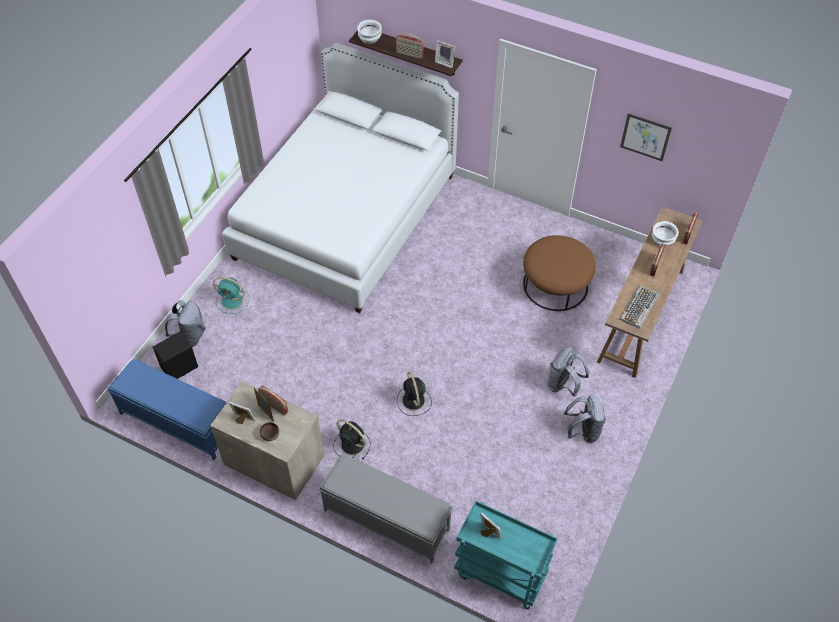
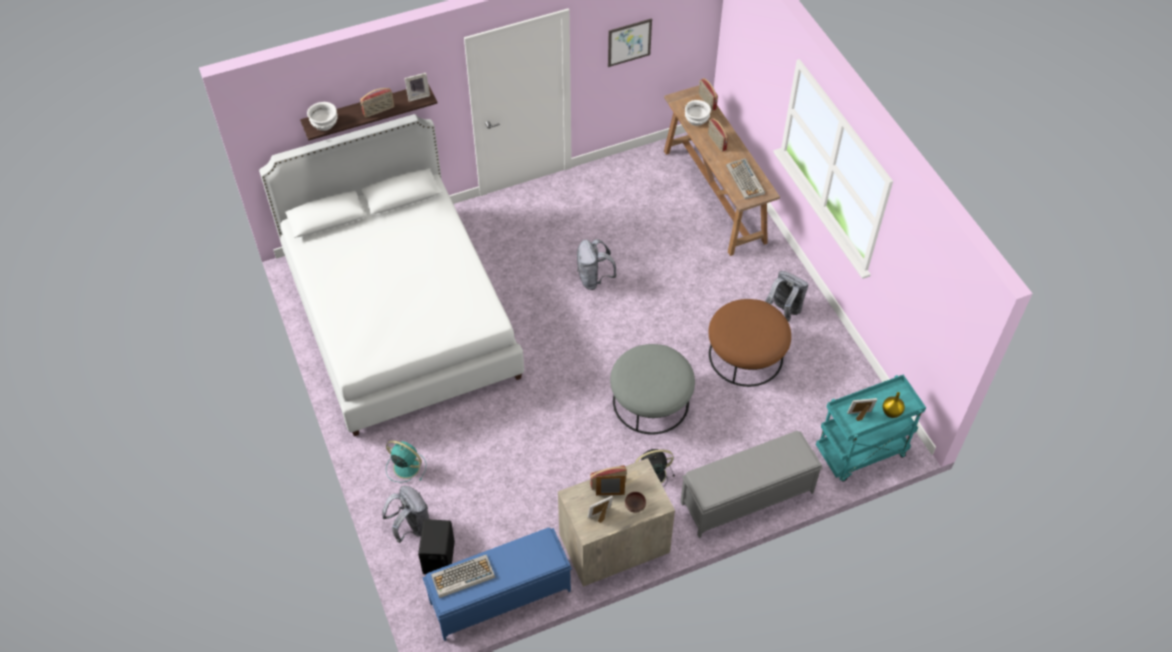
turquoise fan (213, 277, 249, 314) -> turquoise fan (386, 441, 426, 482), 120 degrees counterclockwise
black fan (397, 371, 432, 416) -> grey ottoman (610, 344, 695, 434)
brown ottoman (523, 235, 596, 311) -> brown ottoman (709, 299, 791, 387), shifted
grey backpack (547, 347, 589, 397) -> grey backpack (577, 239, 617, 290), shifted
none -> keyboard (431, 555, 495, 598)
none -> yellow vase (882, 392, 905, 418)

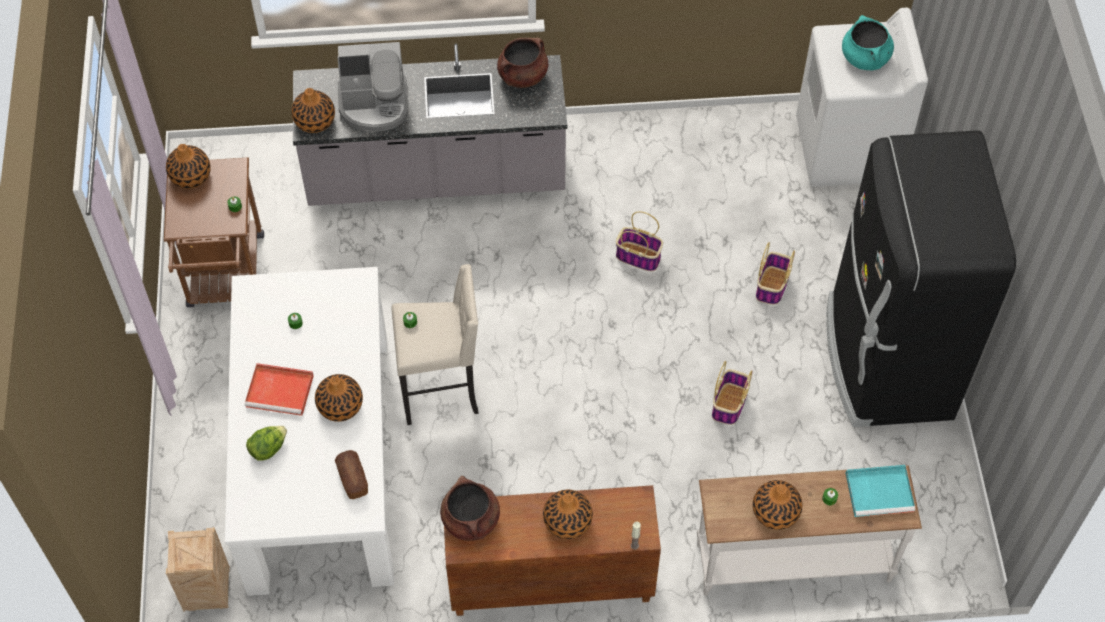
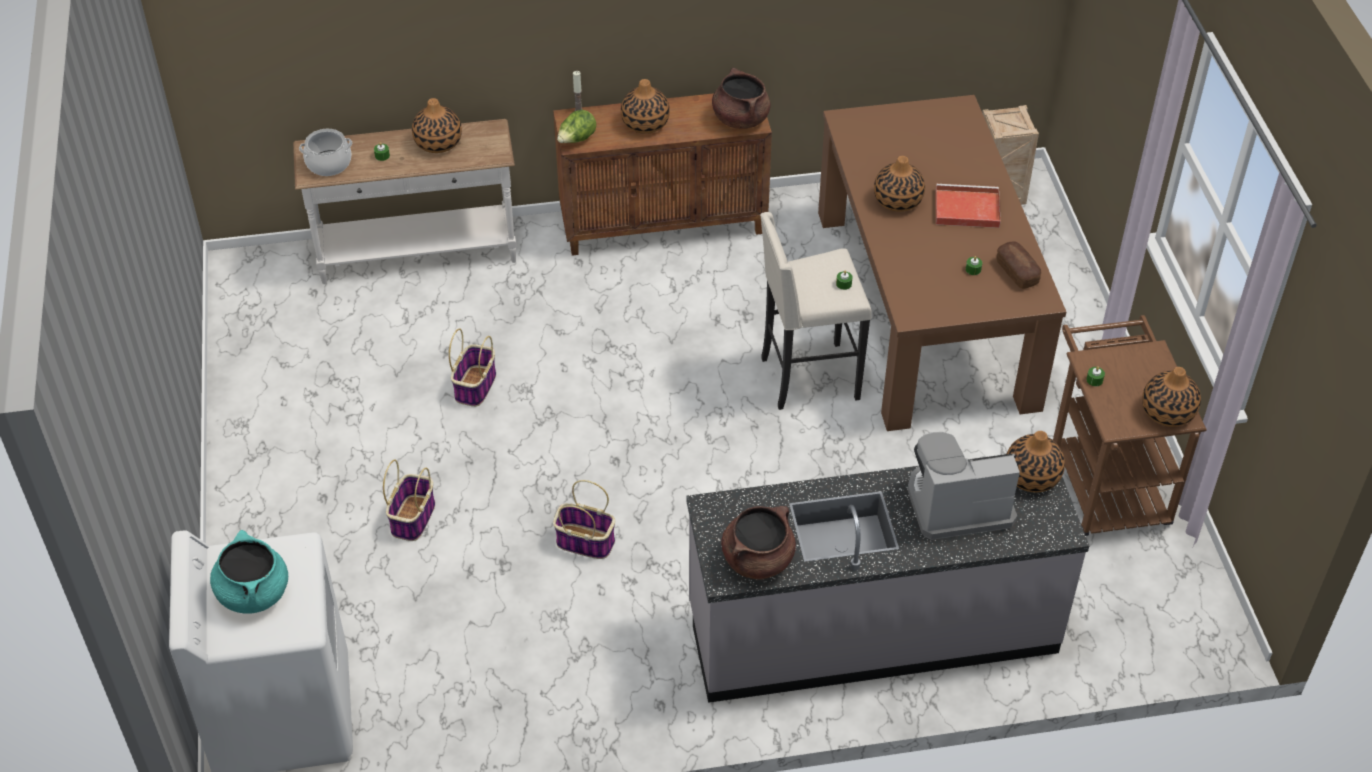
white dining table (225, 267, 394, 596) -> brown dining table (818, 95, 1066, 431)
lettuce (246, 426, 287, 460) -> lettuce (557, 110, 596, 143), shifted
bread (335, 450, 368, 499) -> bread (997, 241, 1041, 289), shifted
black fridge (826, 130, 1016, 427) -> none
turquoise tray (845, 465, 915, 517) -> cooking pot (299, 129, 352, 176)

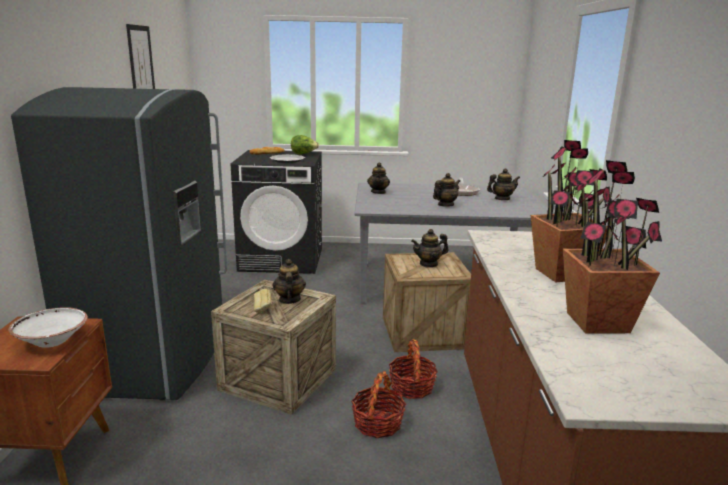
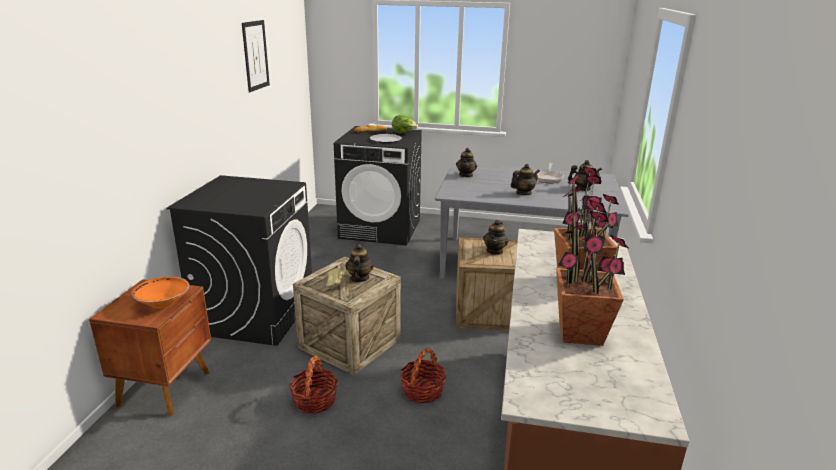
white bowl (8, 307, 88, 348) -> orange bowl (131, 277, 190, 308)
grey fridge (11, 87, 228, 401) -> black washing machine (166, 175, 312, 346)
basket (389, 339, 438, 399) -> basket (289, 355, 338, 414), shifted
teapot (411, 229, 448, 268) -> teapot (483, 220, 508, 255), 60 degrees counterclockwise

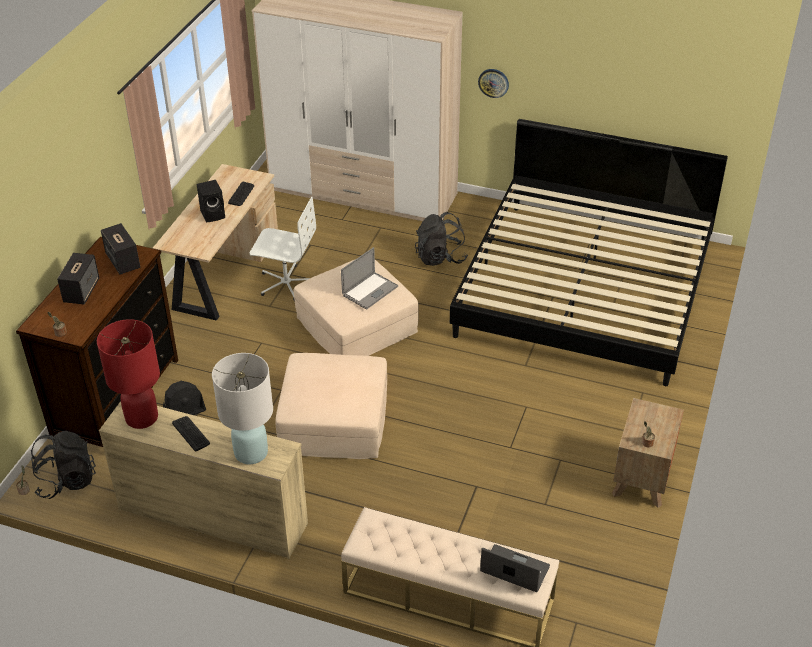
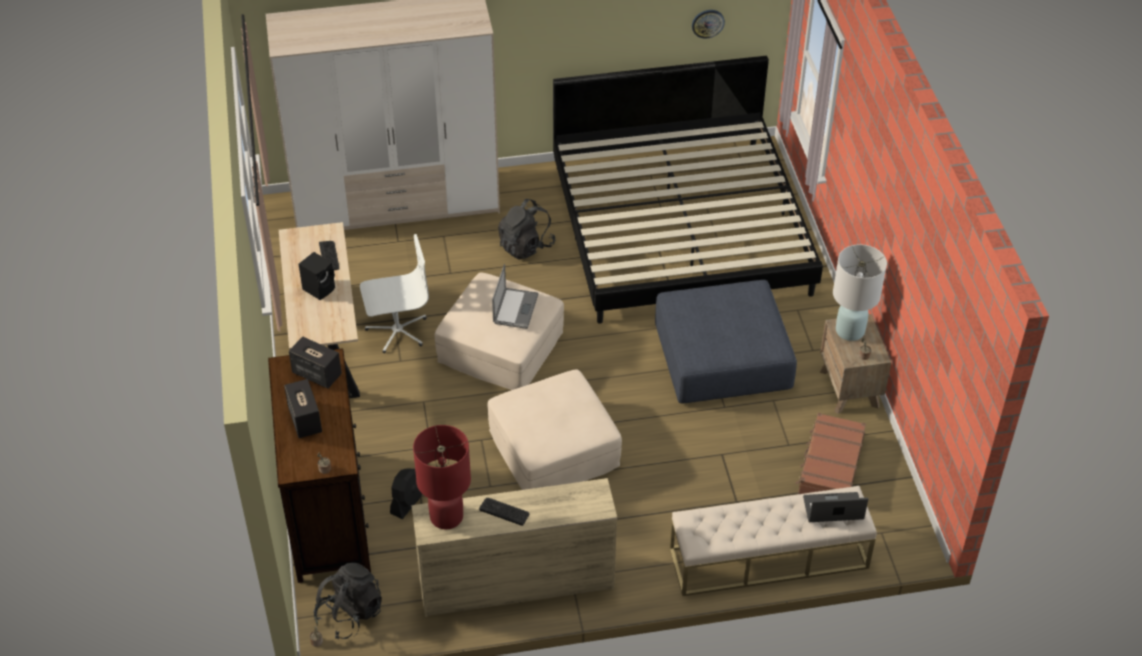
white table lamp (212, 353, 273, 464) -> white table lamp (833, 244, 887, 341), shifted
wall clock (478, 69, 509, 98) -> wall clock (692, 10, 725, 39), shifted
none -> blue ottoman (655, 280, 797, 403)
none -> brown suitcase (796, 413, 866, 494)

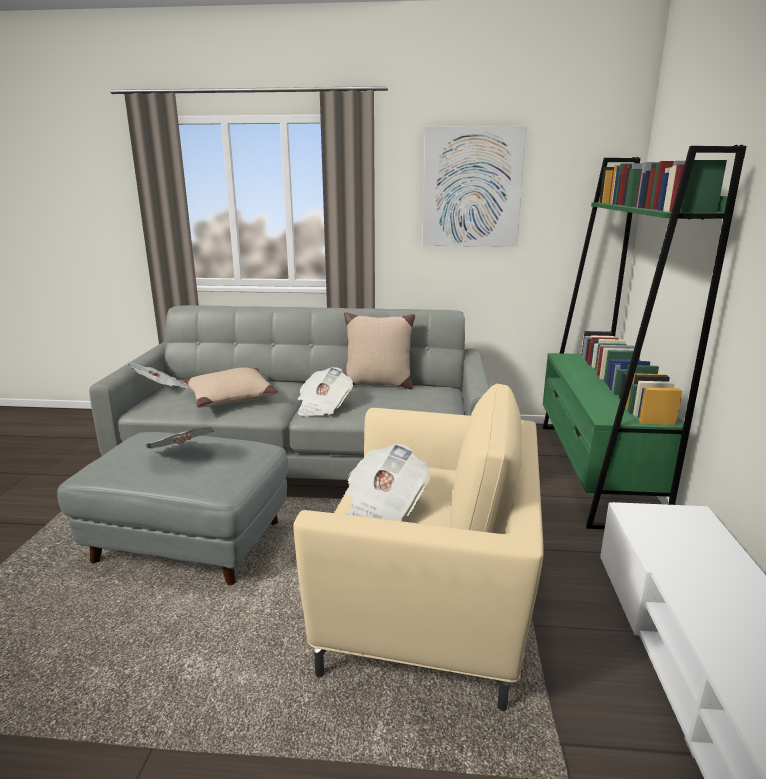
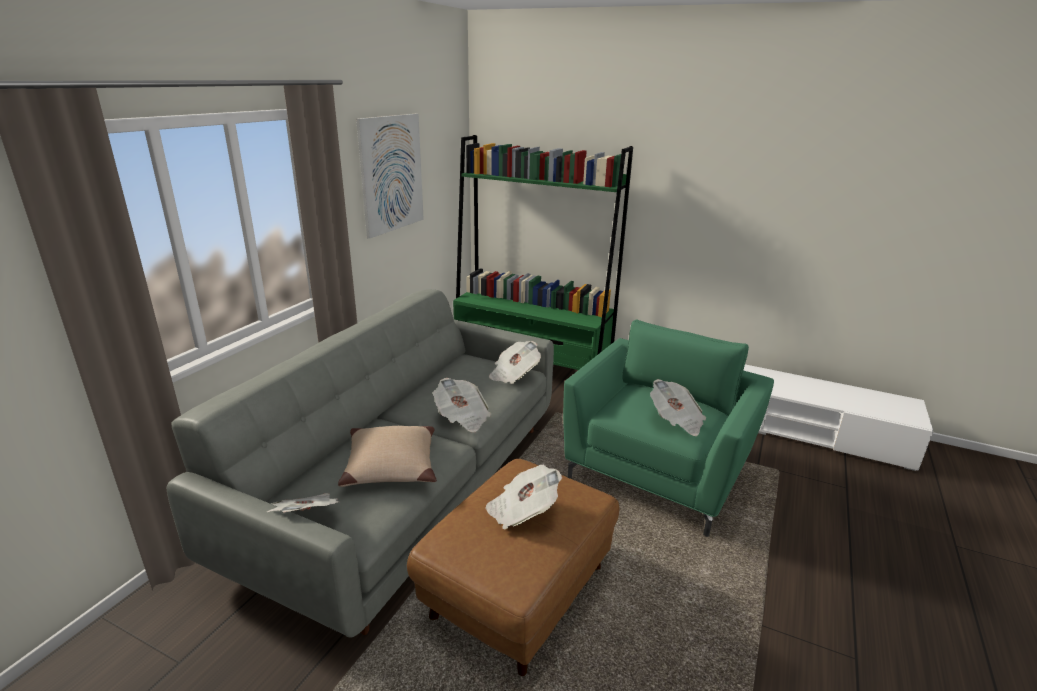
grey ottoman (57, 432, 289, 585) -> brown ottoman (407, 459, 620, 676)
beige armchair (293, 383, 544, 711) -> green armchair (563, 320, 774, 537)
beige pillow (344, 312, 415, 389) -> none
none -> newspaper (489, 341, 541, 384)

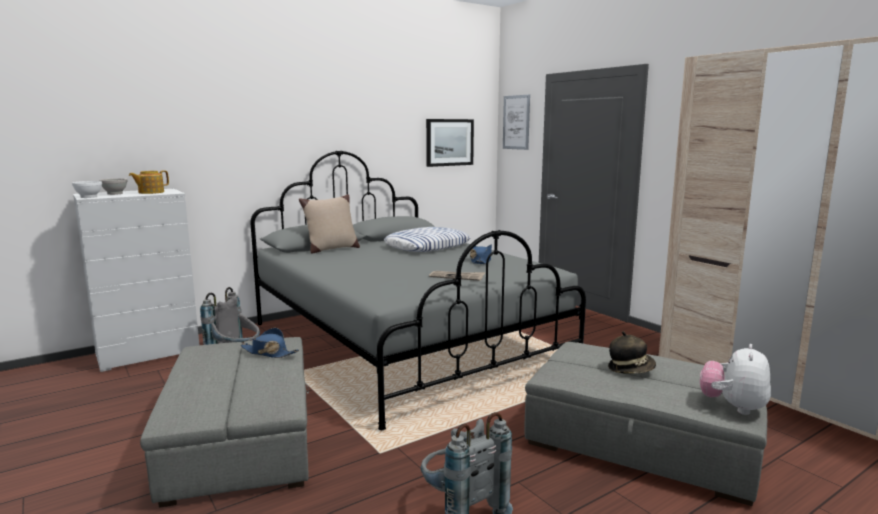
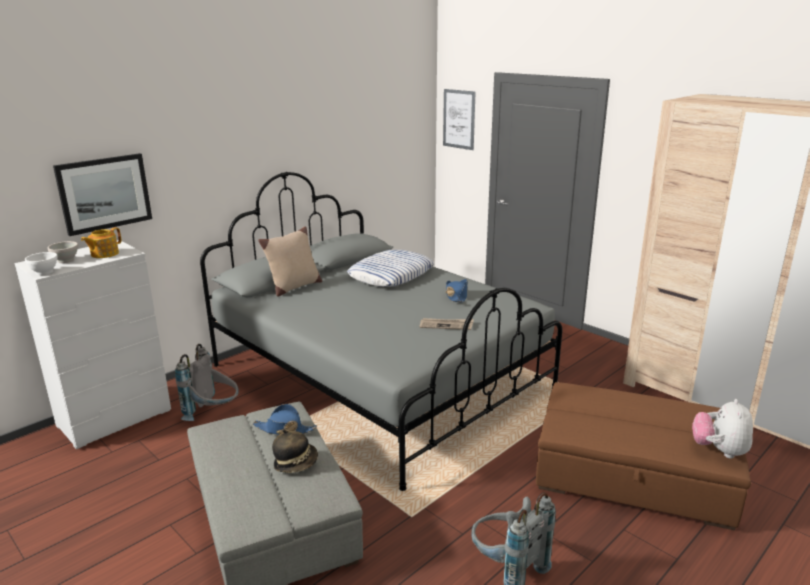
picture (426, 119, 474, 167) -> picture (53, 153, 152, 236), shifted
grey ottoman (524, 342, 767, 506) -> brown ottoman (536, 382, 751, 530)
hat (608, 331, 656, 374) -> hat (272, 429, 318, 473), shifted

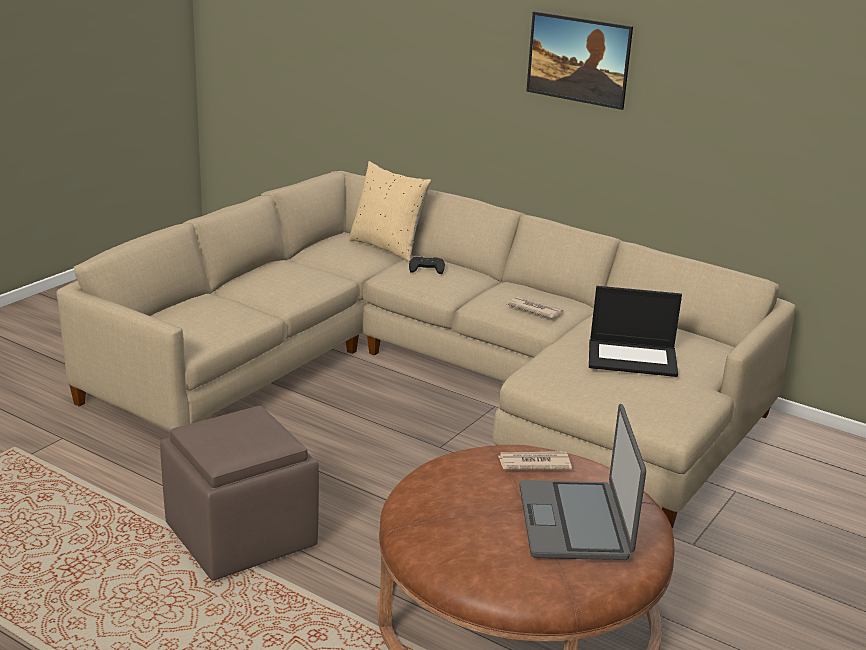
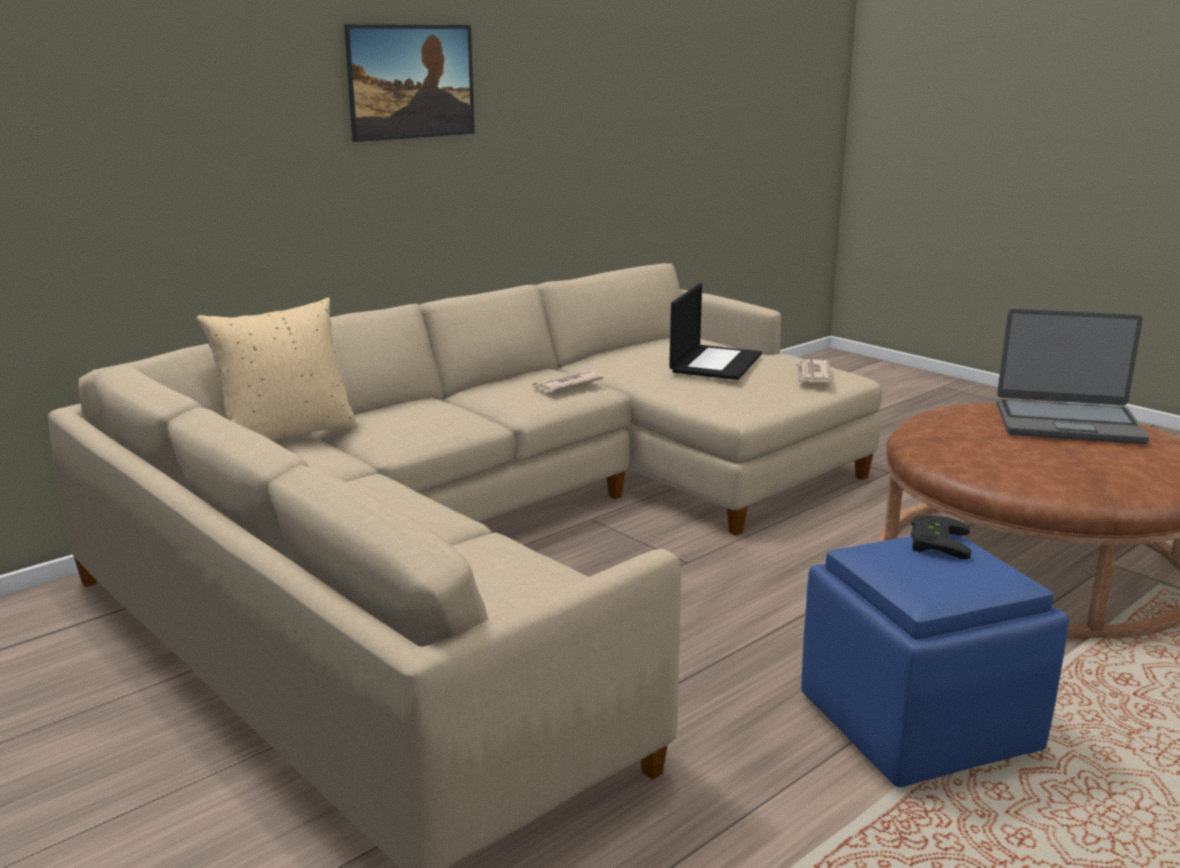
brown ottoman (160, 406, 319, 580) -> blue ottoman (801, 534, 1069, 787)
black game controller (409, 257, 445, 274) -> black game controller (911, 515, 971, 559), shifted
newspaper (498, 451, 572, 470) -> newspaper (794, 359, 831, 384), shifted

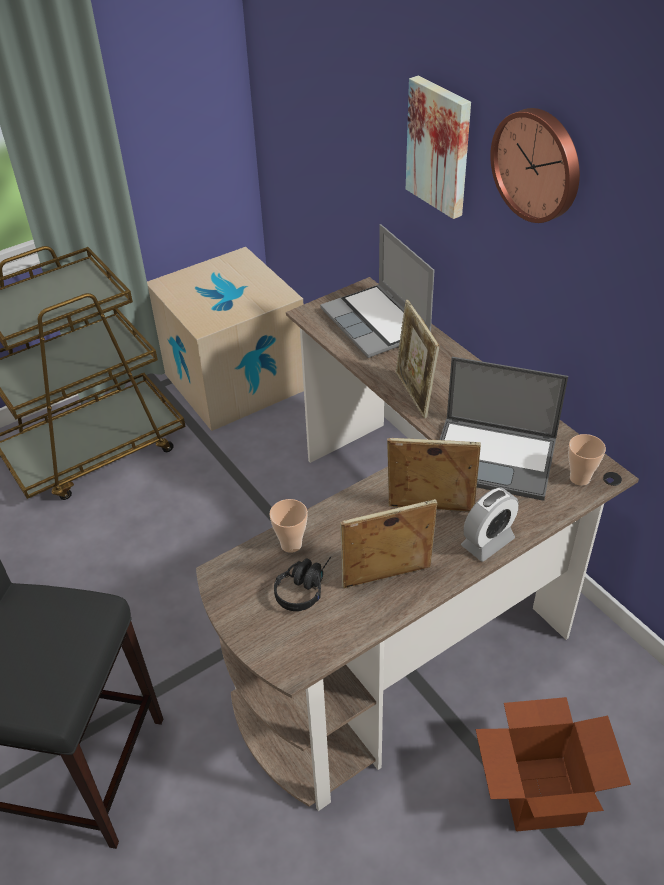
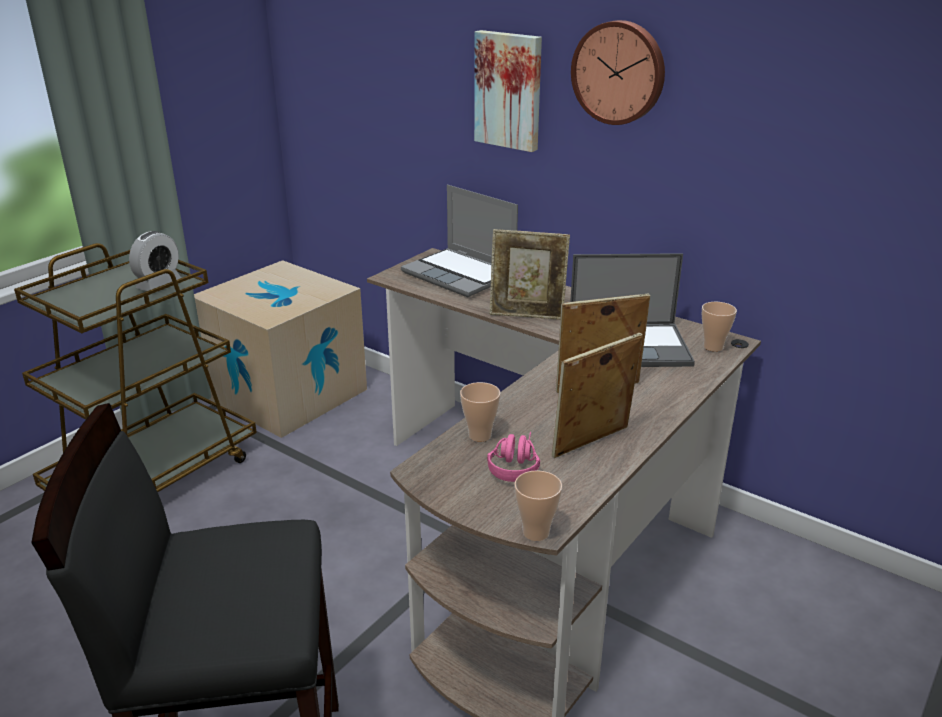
black headphones (274, 556, 331, 611) -> pink headphones (487, 432, 540, 482)
picture frame (395, 300, 440, 419) -> picture frame (490, 229, 570, 320), 45 degrees counterclockwise
alarm clock (461, 488, 519, 562) -> alarm clock (129, 231, 181, 291), shifted
cardboard box (475, 697, 631, 831) -> none
none -> cup (514, 470, 562, 541)

